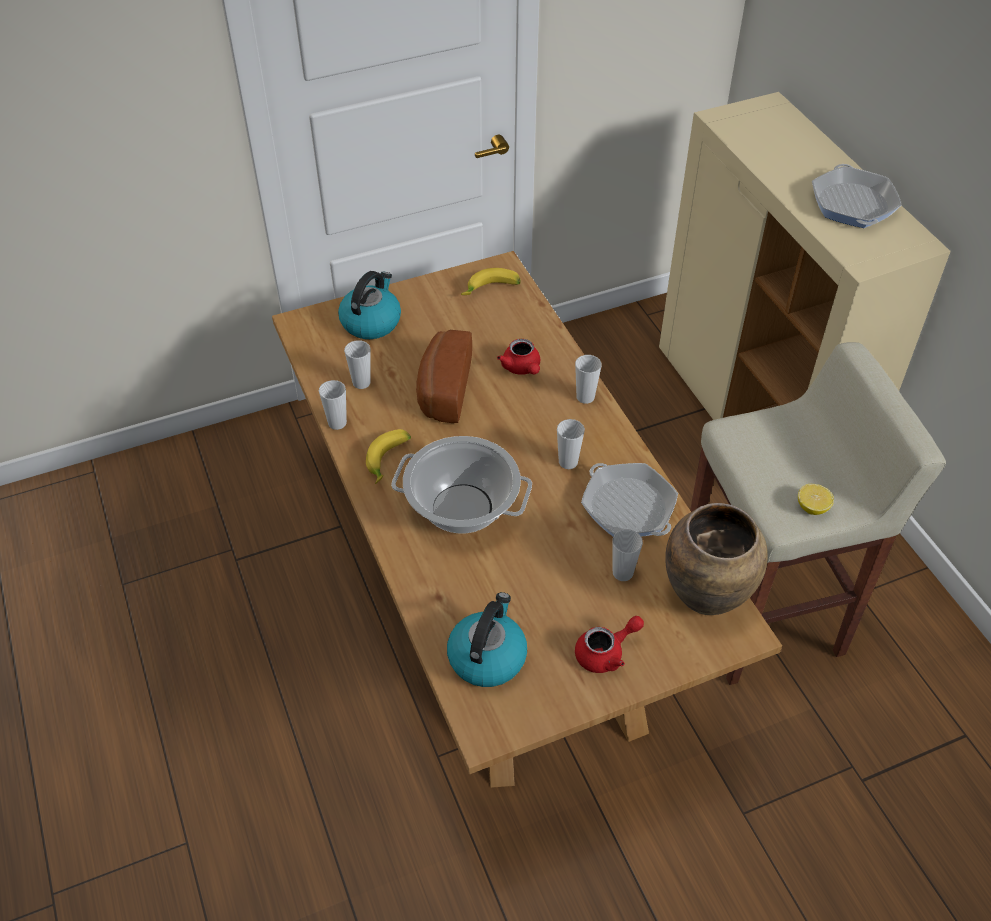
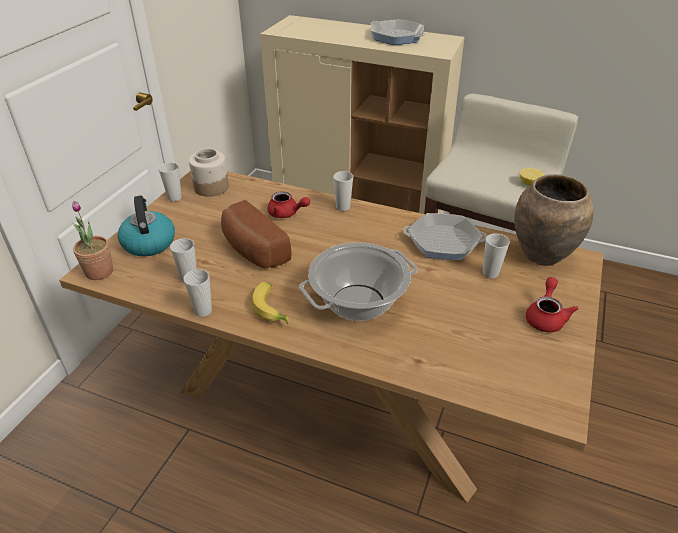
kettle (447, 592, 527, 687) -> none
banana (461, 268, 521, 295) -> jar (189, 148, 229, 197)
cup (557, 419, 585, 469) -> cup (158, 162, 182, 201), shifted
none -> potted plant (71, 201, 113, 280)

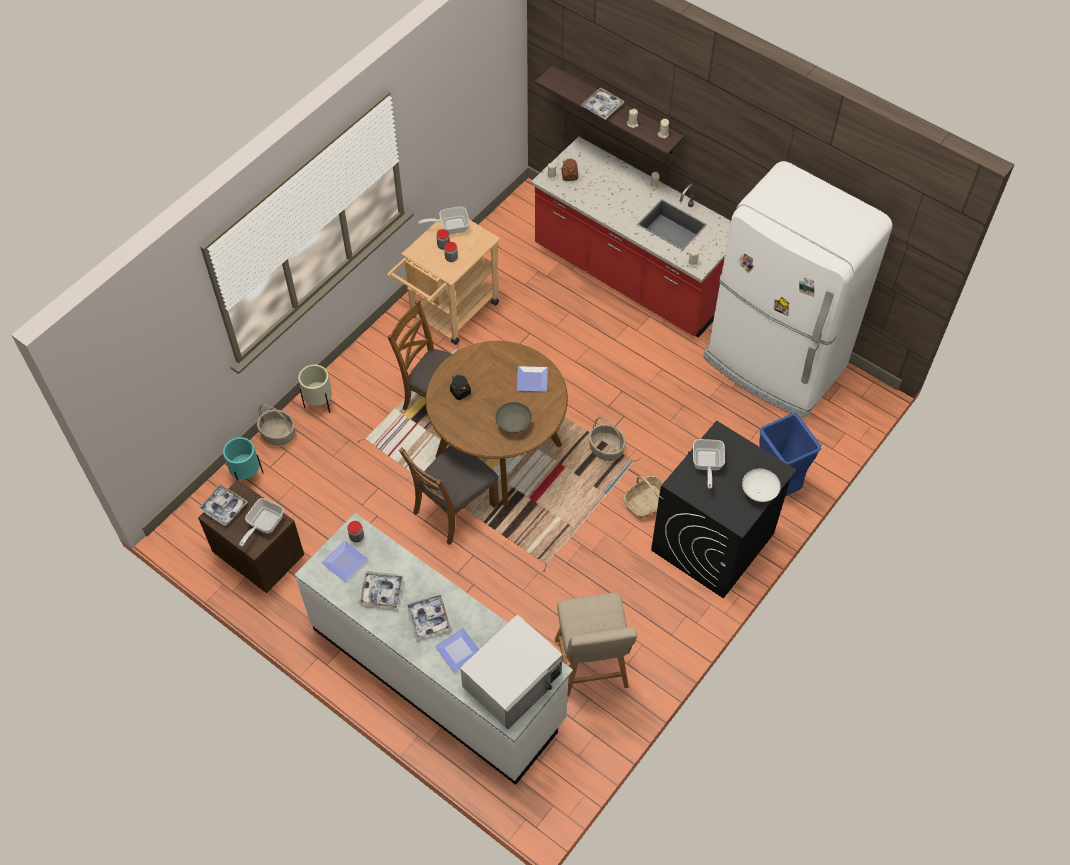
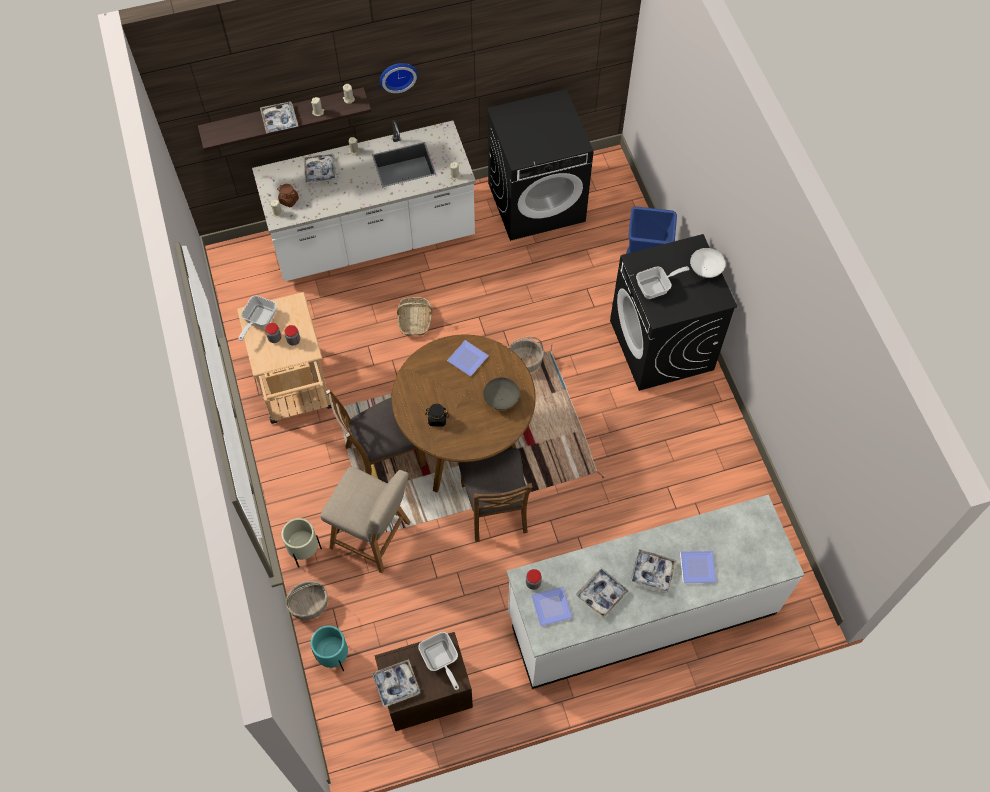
white microwave (460, 614, 563, 729) -> none
red counter (531, 137, 731, 338) -> white counter (252, 120, 476, 282)
beige chair (555, 592, 637, 697) -> beige chair (321, 467, 411, 573), shifted
basket (623, 476, 664, 518) -> basket (397, 297, 433, 335), shifted
frying pan (693, 439, 725, 489) -> frying pan (636, 266, 690, 299), 60 degrees counterclockwise
white fridge (703, 161, 892, 418) -> black washing machine (487, 89, 594, 241)
none -> tray (304, 154, 337, 182)
none -> wall clock (380, 63, 418, 93)

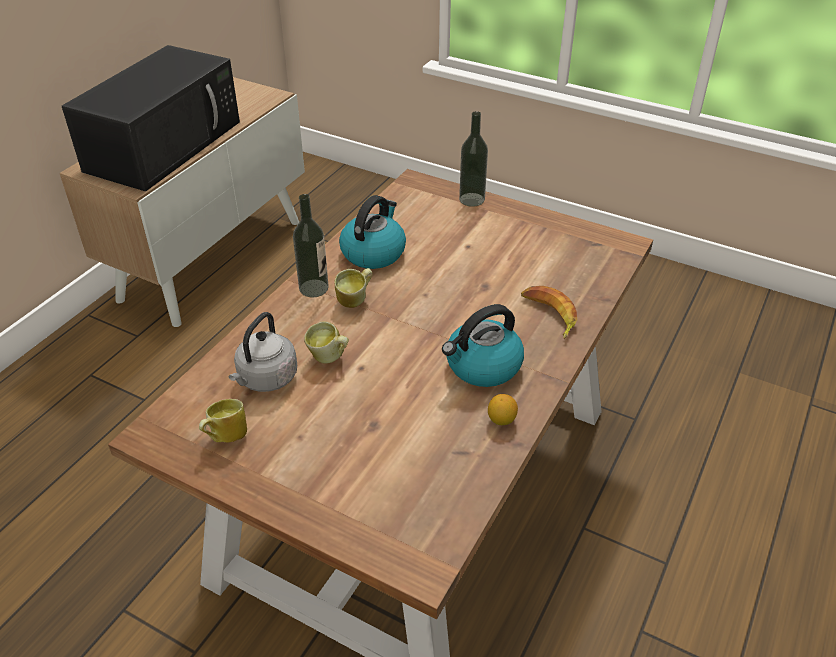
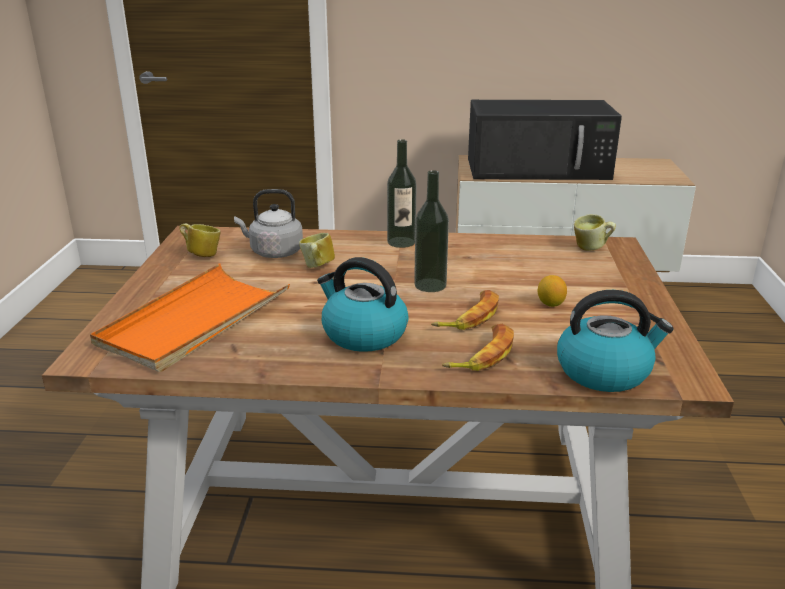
mug (335, 268, 373, 308) -> mug (574, 214, 616, 251), shifted
kettle (339, 195, 406, 269) -> kettle (557, 290, 674, 392), shifted
bottle (459, 111, 488, 207) -> bottle (414, 170, 449, 292), shifted
lemon (488, 394, 518, 425) -> lemon (538, 275, 567, 307), shifted
none -> orange tray (90, 264, 290, 372)
none -> banana (431, 290, 499, 330)

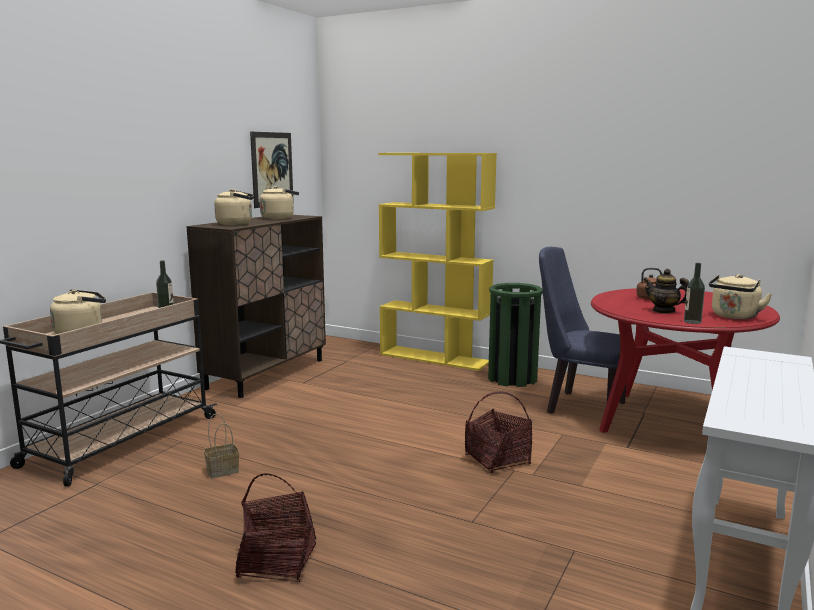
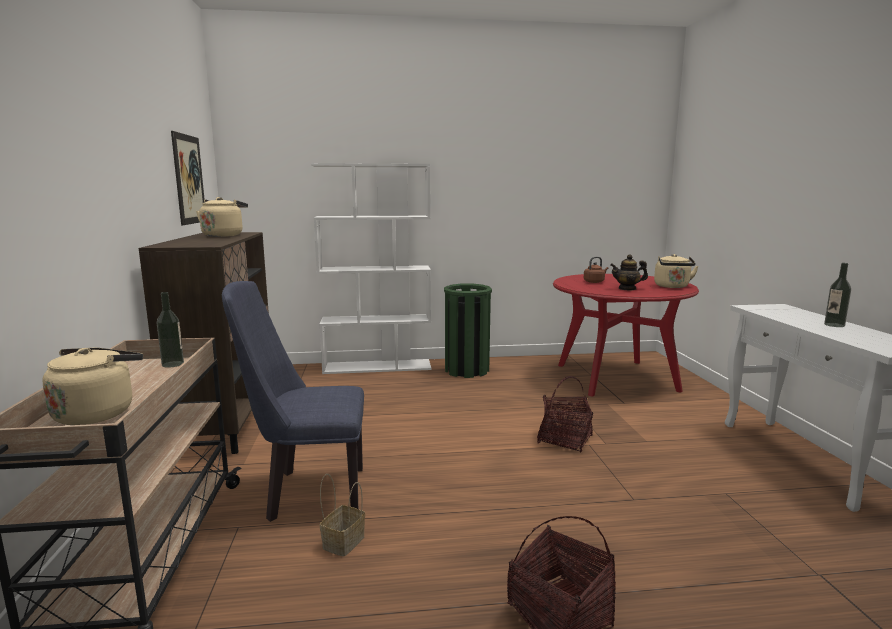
beige kettle (214, 189, 254, 225) -> none
yellow bookcase (378, 153, 497, 371) -> white bookcase (311, 163, 431, 374)
blue chair (539, 247, 627, 423) -> blue chair (222, 281, 364, 522), shifted
bottle (684, 263, 705, 324) -> bottle (824, 263, 851, 327), shifted

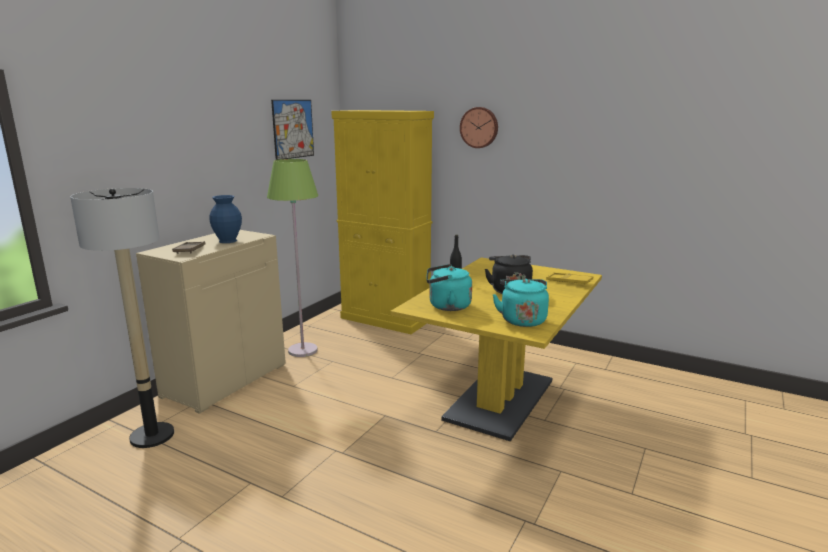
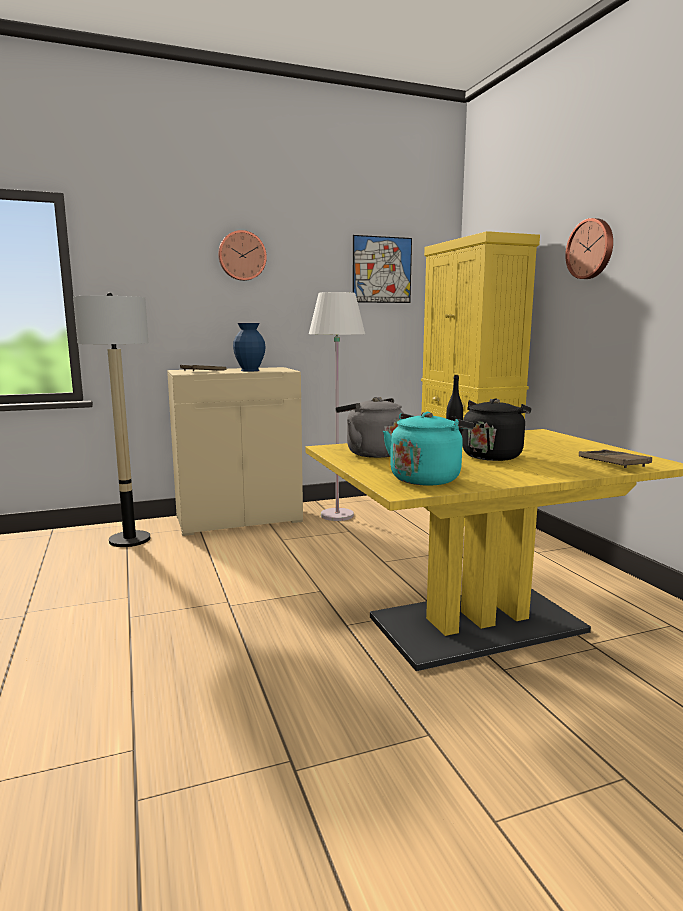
green floor lamp (267, 159, 318, 357) -> white floor lamp (309, 292, 365, 521)
turquoise kettle (426, 264, 472, 311) -> grey kettle (335, 397, 404, 458)
yellow tray (546, 272, 593, 285) -> brown tray (579, 449, 652, 468)
none -> wall clock (218, 230, 267, 281)

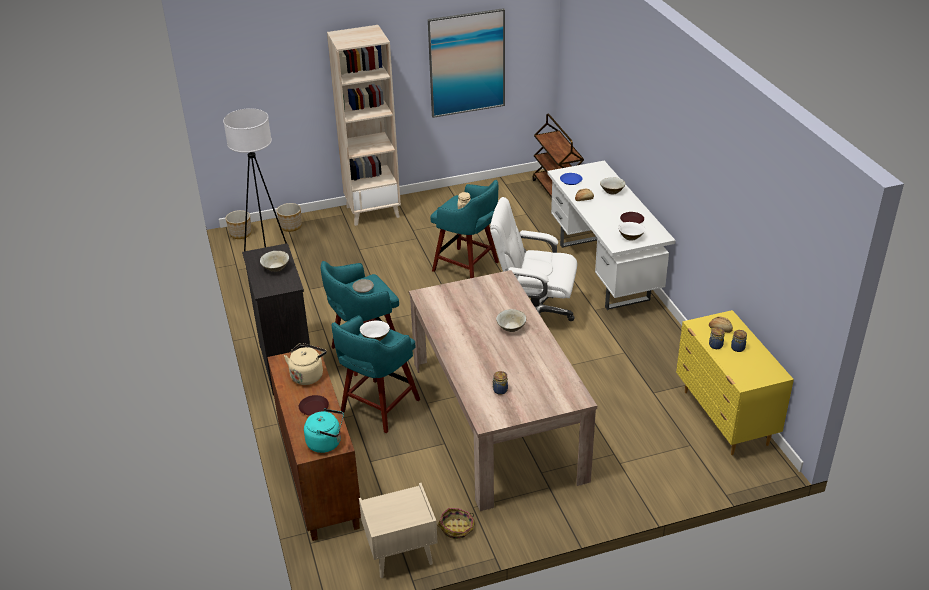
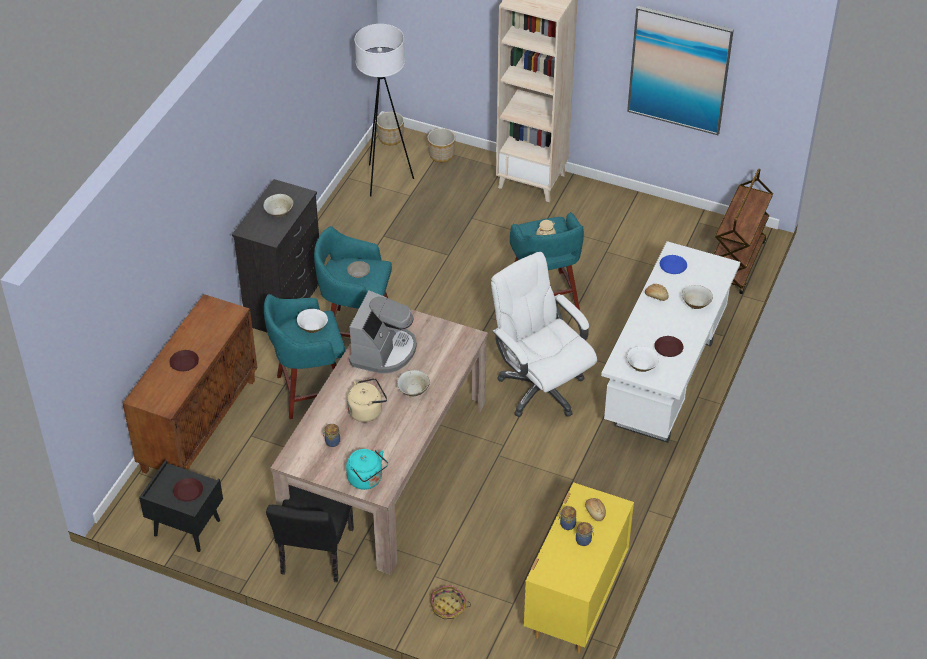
beige kettle (284, 343, 327, 385) -> beige kettle (347, 378, 387, 422), shifted
turquoise kettle (304, 408, 344, 453) -> turquoise kettle (346, 449, 388, 490), shifted
beige nightstand (359, 483, 438, 578) -> black nightstand (139, 460, 223, 552)
basket (438, 508, 475, 539) -> basket (430, 585, 471, 619), shifted
none -> brown plate (173, 478, 203, 502)
none -> black chair (266, 485, 354, 582)
none -> coffee machine (349, 290, 417, 374)

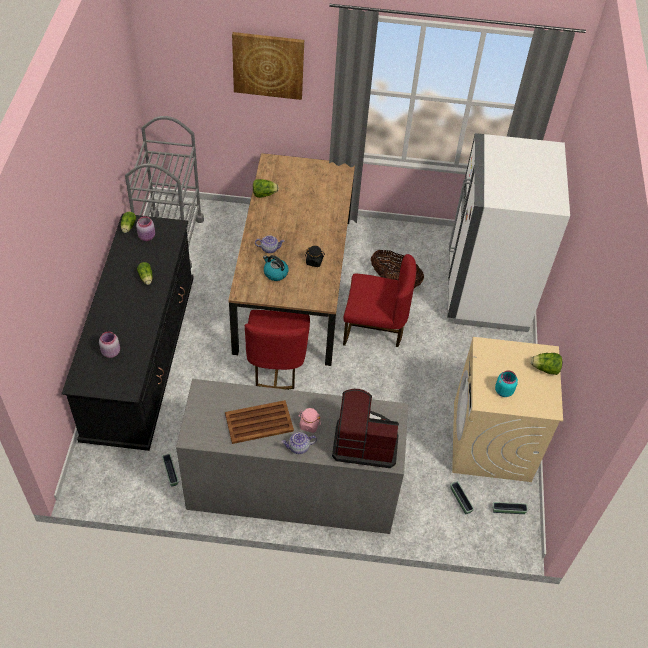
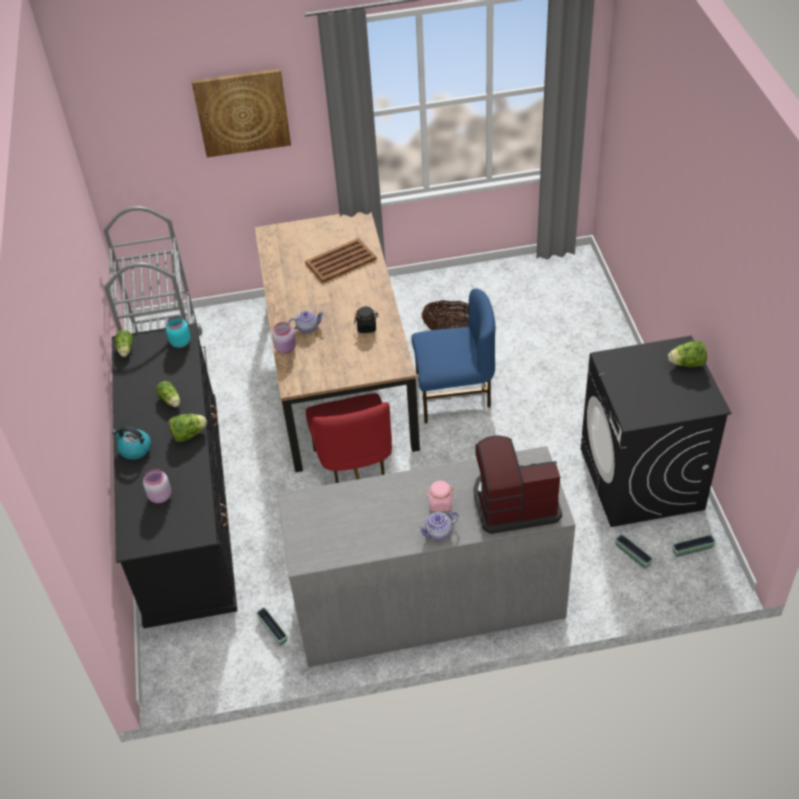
pink jar (136, 216, 155, 241) -> pink jar (272, 322, 296, 354), shifted
brown tray (225, 400, 294, 444) -> brown tray (305, 238, 377, 283), shifted
lettuce (253, 179, 279, 198) -> lettuce (169, 414, 207, 442), shifted
kettle (263, 255, 289, 281) -> kettle (112, 426, 151, 460), shifted
red chair (343, 254, 416, 347) -> blue chair (411, 289, 495, 424)
white fridge (447, 133, 570, 332) -> none
beige washing machine (452, 337, 563, 482) -> black washing machine (580, 336, 731, 527)
turquoise jar (495, 371, 518, 397) -> turquoise jar (166, 316, 191, 348), shifted

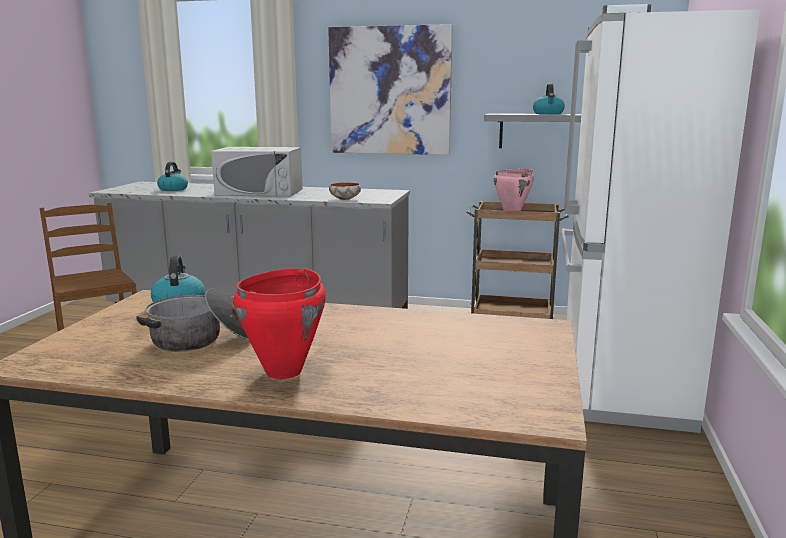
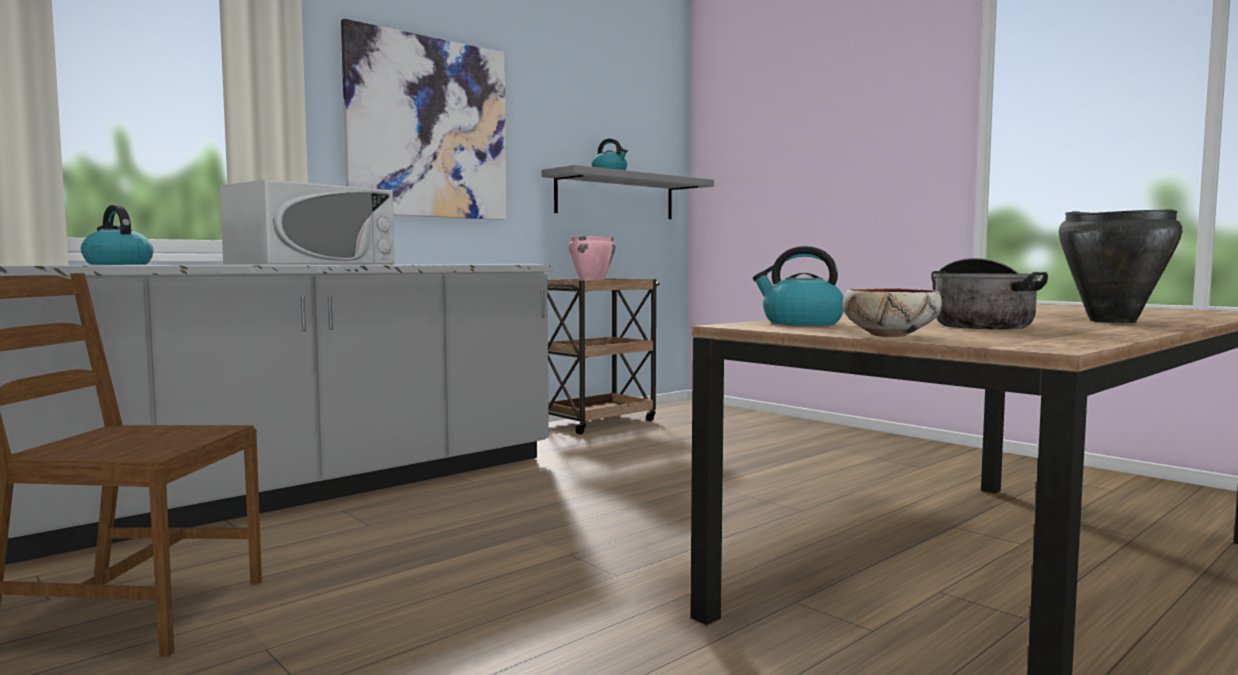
red cooking pot (233, 268, 326, 379) -> black cooking pot (1059, 209, 1182, 323)
bowl (329, 182, 361, 200) -> bowl (842, 288, 942, 337), shifted
white fridge (561, 4, 761, 433) -> none

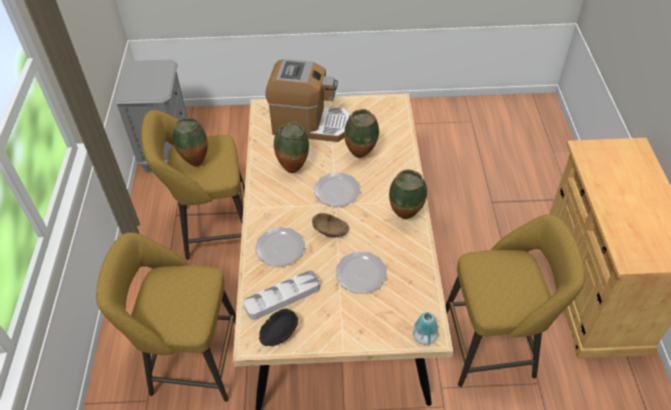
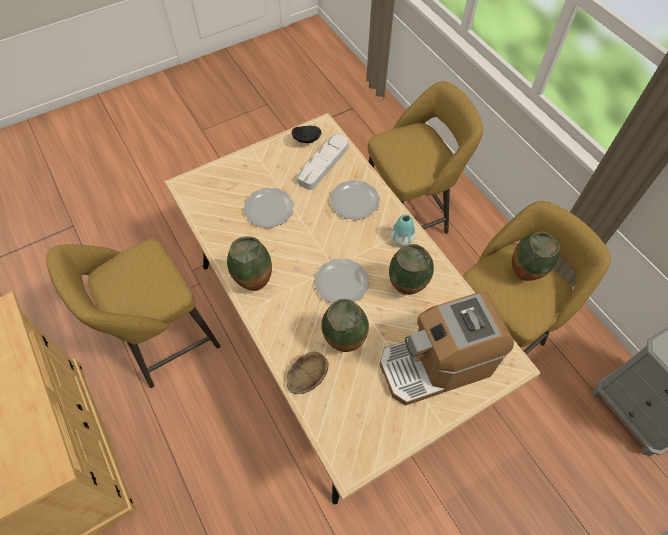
brown bowl (312, 213, 349, 237) -> brown bowl (287, 352, 328, 394), shifted
vase (413, 312, 439, 345) -> vase (391, 214, 415, 246), shifted

